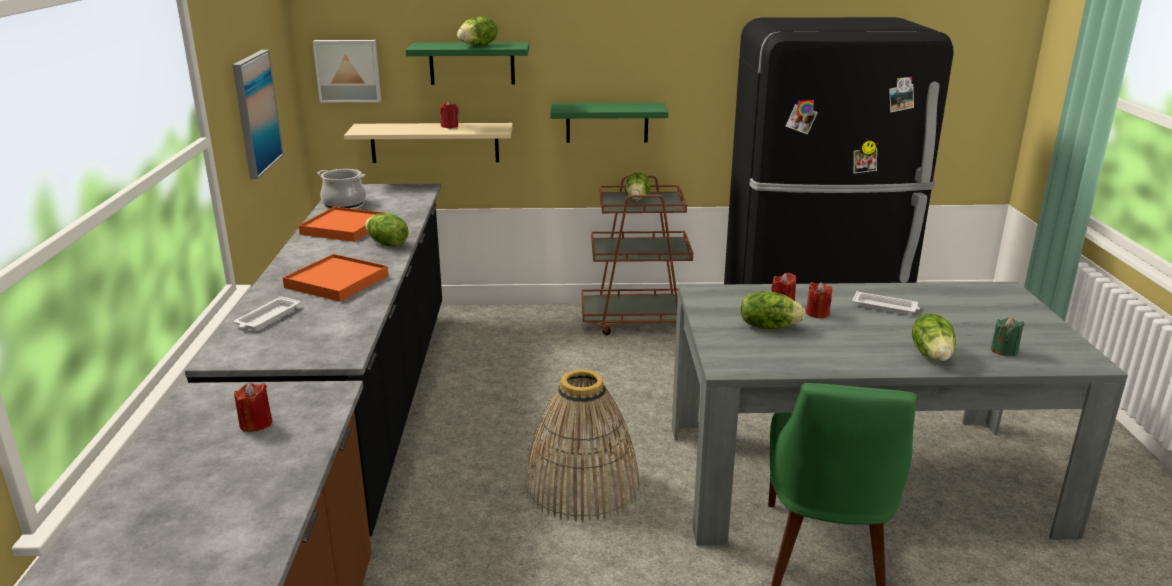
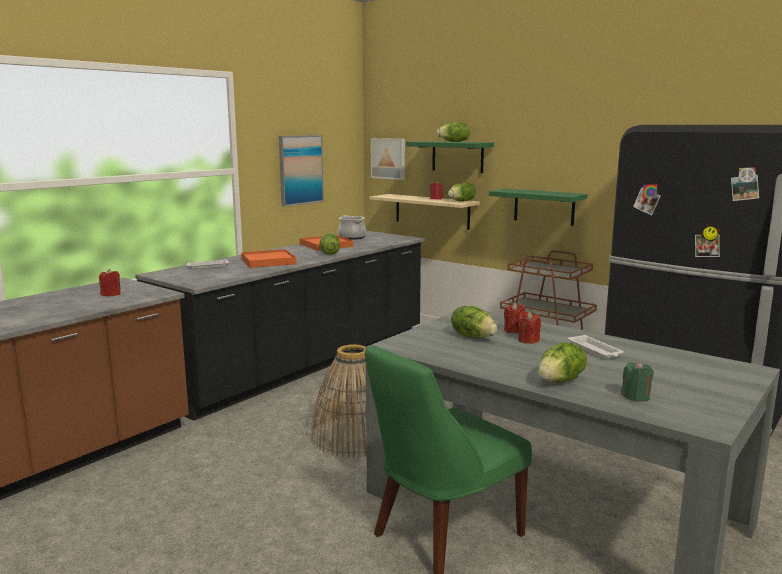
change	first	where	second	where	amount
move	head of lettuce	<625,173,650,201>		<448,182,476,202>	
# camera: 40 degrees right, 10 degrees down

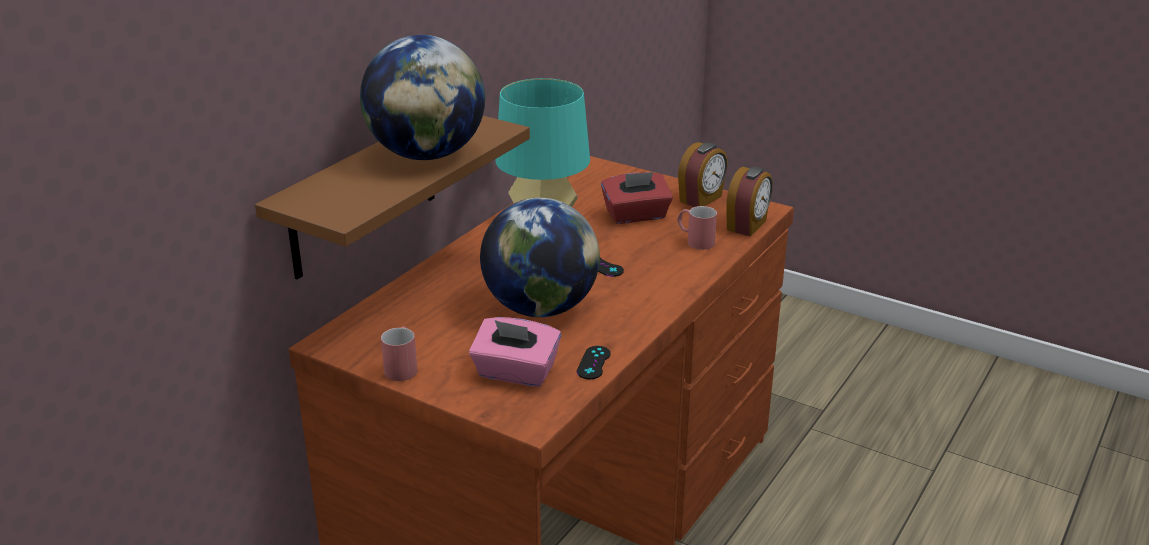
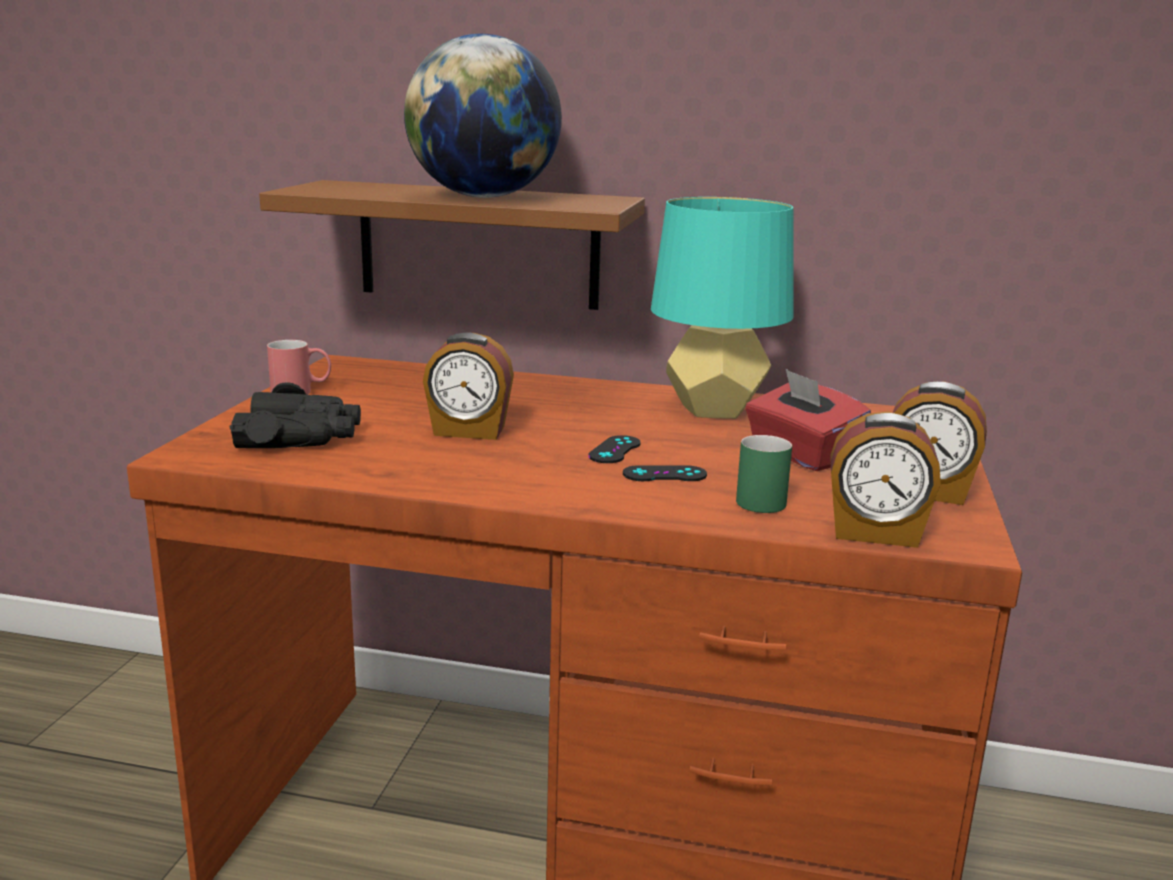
change	first	where	second	where	amount
replace	pink-coloured tissue holder	<469,317,561,387>	black binoculars	<230,382,361,448>	
replace	desk globe	<480,198,600,317>	alarm clock	<423,332,514,440>	
move	black game controller	<577,346,611,380>		<623,465,707,481>	
recolor	reddish coffee mug	<677,206,717,250>	green coffee mug	<736,435,792,513>	
# camera: 70 degrees right, 10 degrees down

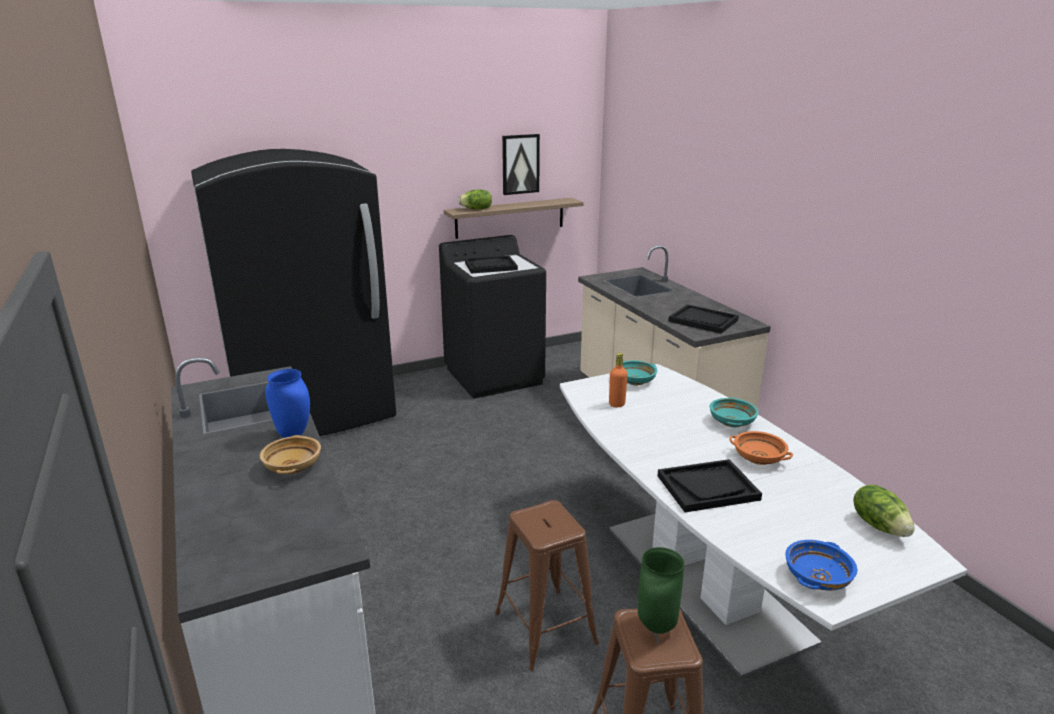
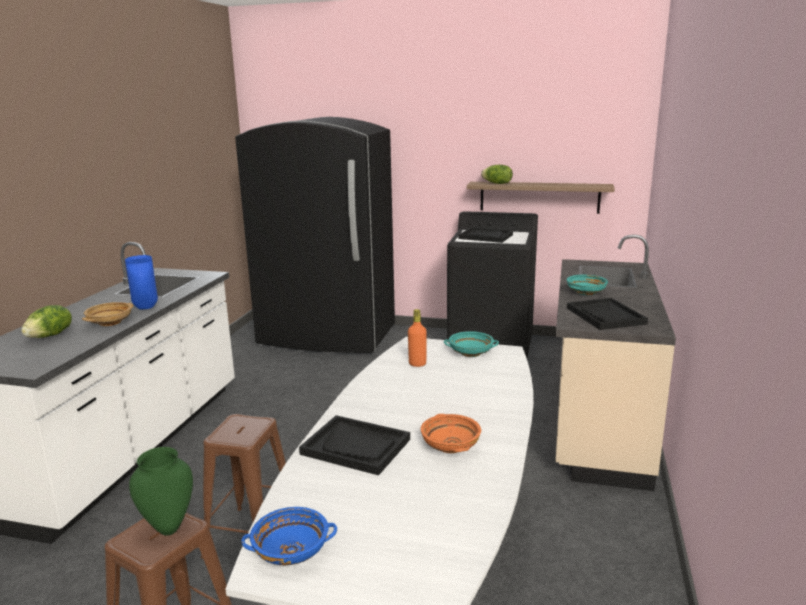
change	first	where	second	where	amount
delete	picture	<502,134,540,195>			
move	turquoise bowl	<710,397,759,427>		<567,275,608,295>	
move	head of lettuce	<853,485,915,537>		<21,305,72,338>	
# camera: 40 degrees right, 5 degrees down

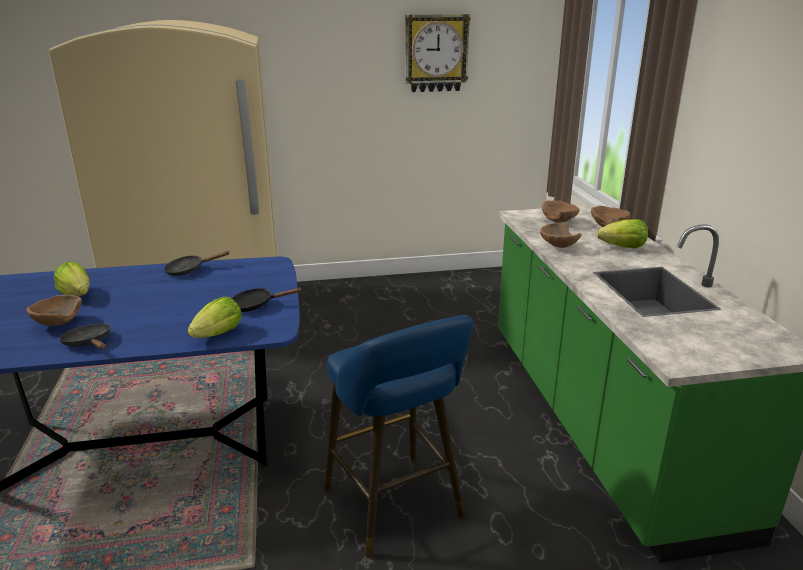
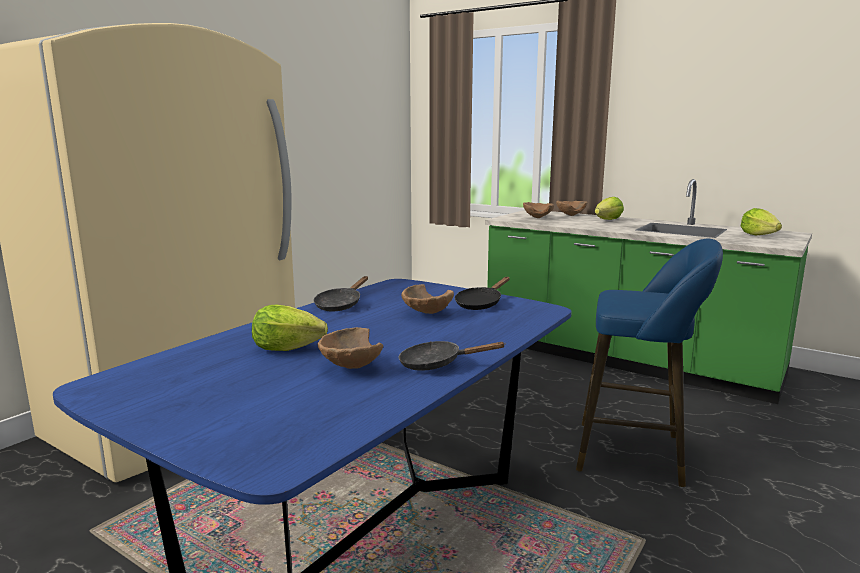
change	first	where	second	where	amount
move	head of lettuce	<188,297,242,338>		<740,208,782,236>	
delete	clock on the wall	<405,14,471,92>			
move	brown-coloured bowl	<540,223,582,248>		<401,284,454,314>	
# camera: 45 degrees left, 10 degrees down

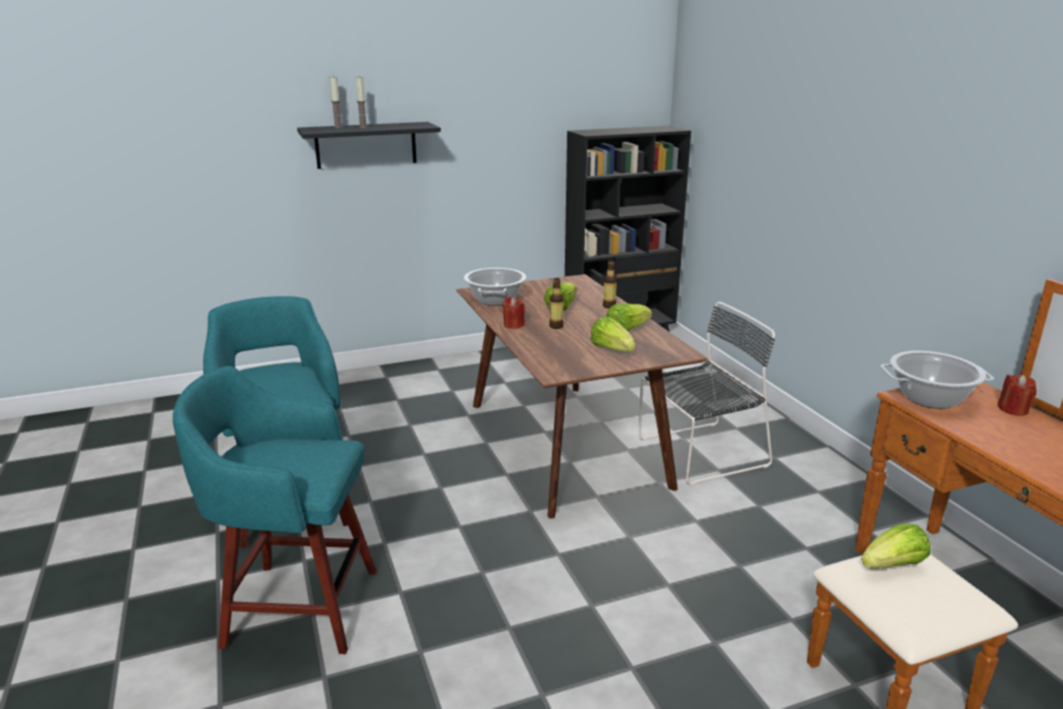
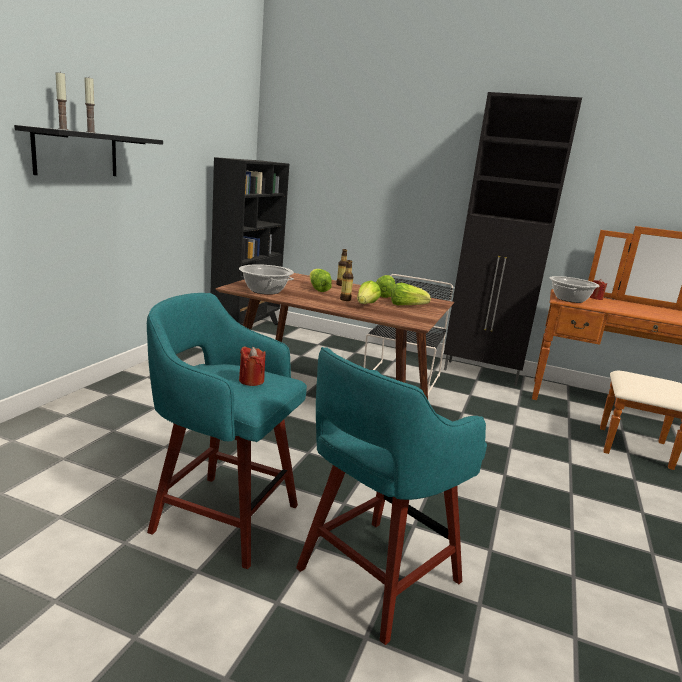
change	first	where	second	where	amount
move	reddish candle	<502,297,525,329>		<239,346,266,386>	
move	head of lettuce	<861,523,931,569>		<357,280,381,304>	
insert			black cupboard	<444,92,582,386>	
# camera: 50 degrees left, 5 degrees down

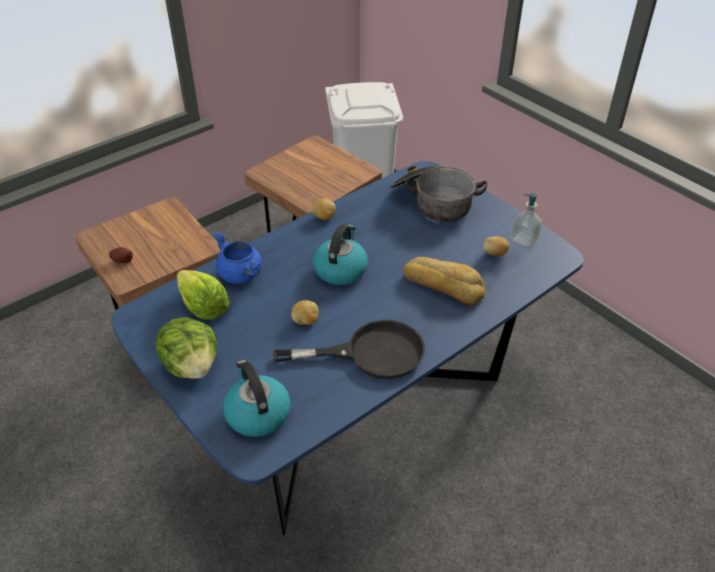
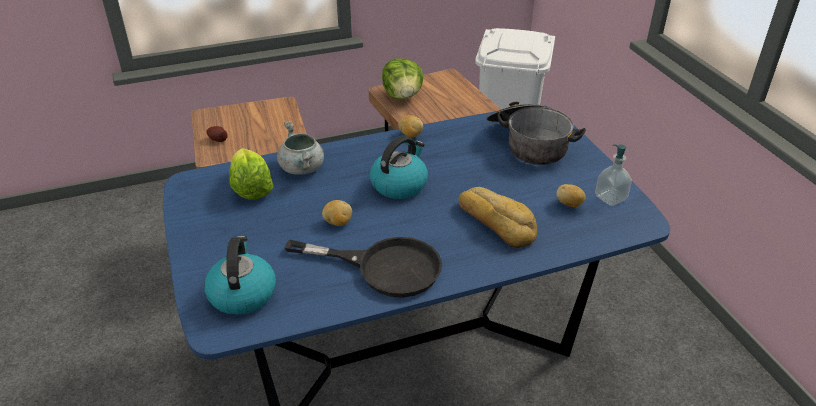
change	first	where	second	where	amount
move	head of lettuce	<156,317,217,379>		<382,58,423,99>	
recolor	blue saucepot	<213,232,262,283>	greyish saucepot	<277,121,324,175>	
# camera: 20 degrees right, 5 degrees down

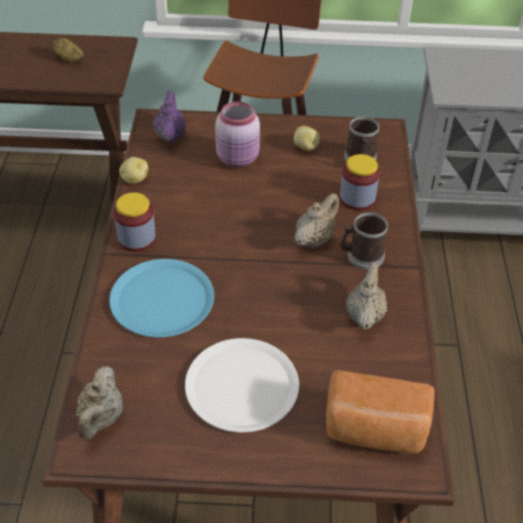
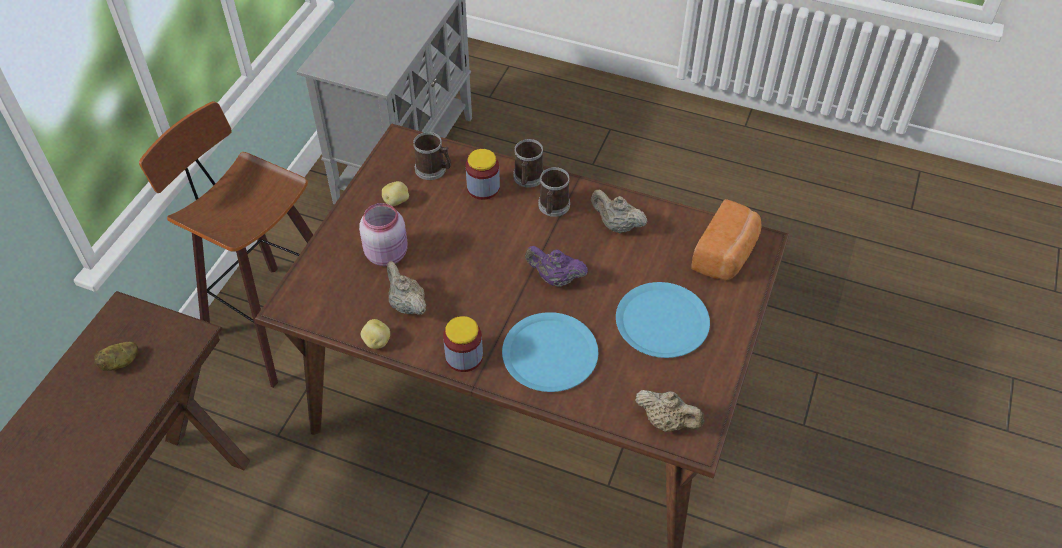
change	first	where	second	where	amount
move	purplish teapot	<153,91,186,142>		<525,246,588,287>	
recolor	white flat dish	<185,338,299,432>	blue flat dish	<616,282,710,358>	
move	sand-coloured teapot	<295,193,339,248>		<387,261,426,315>	
insert			coffee mug	<513,139,544,188>	
# camera: 70 degrees left, 5 degrees up

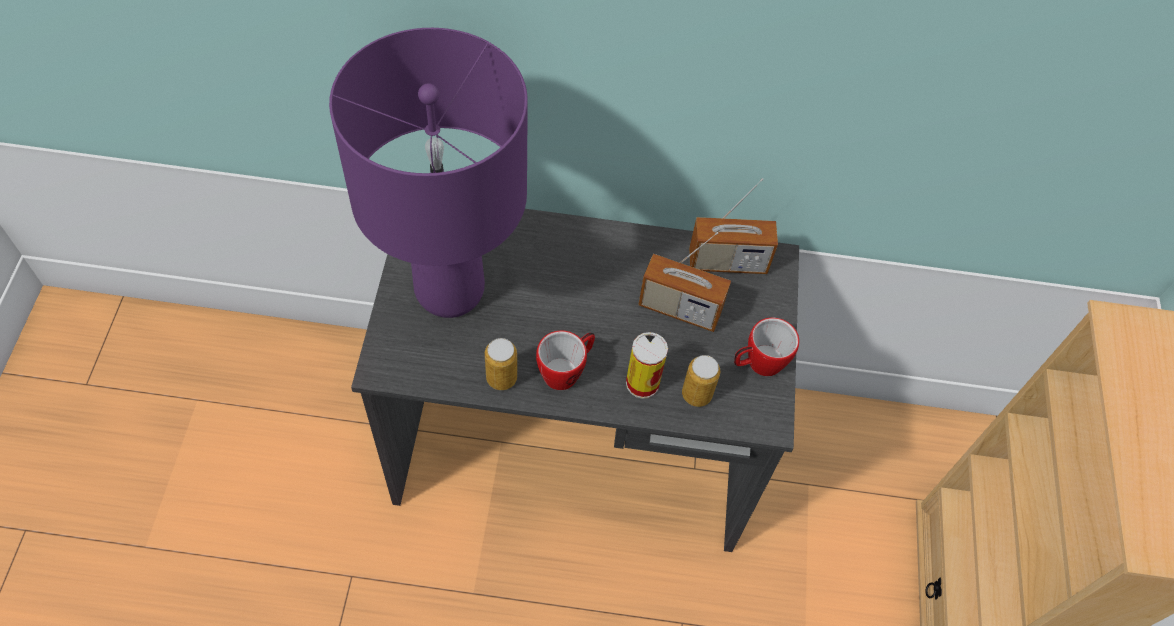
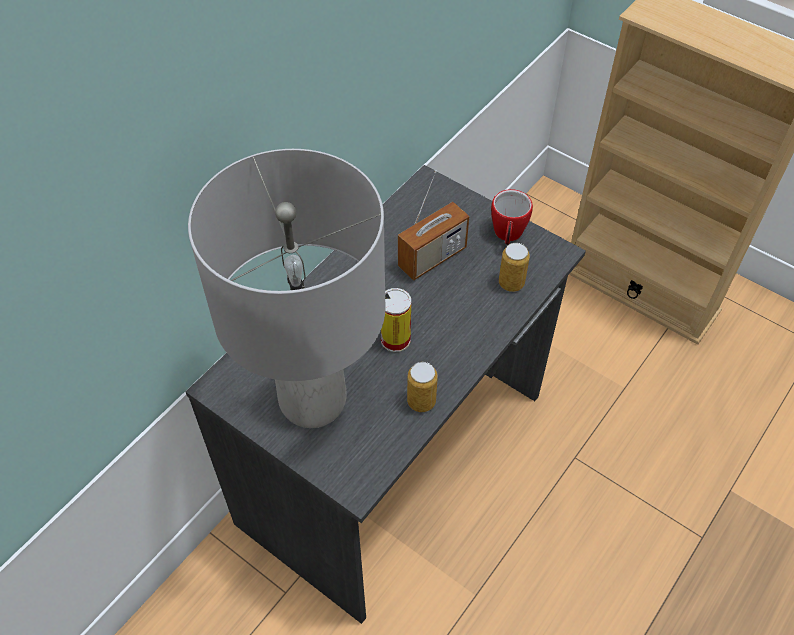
change	first	where	second	where	amount
recolor	purplish tabletop lamp	<329,28,528,318>	greyish tabletop lamp	<188,149,385,428>	
delete	coffee mug	<536,331,595,390>			
move	sealed can	<626,332,668,399>		<381,288,411,352>	
delete	radio receiver	<689,178,778,274>			
# camera: 55 degrees left, 5 degrees down

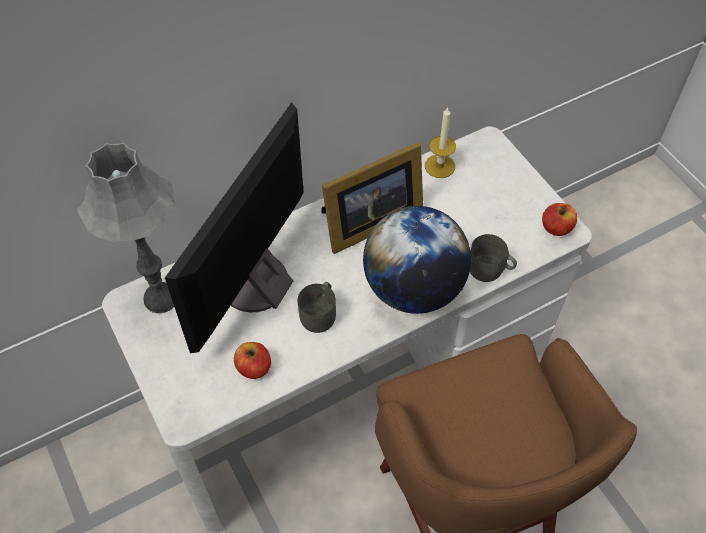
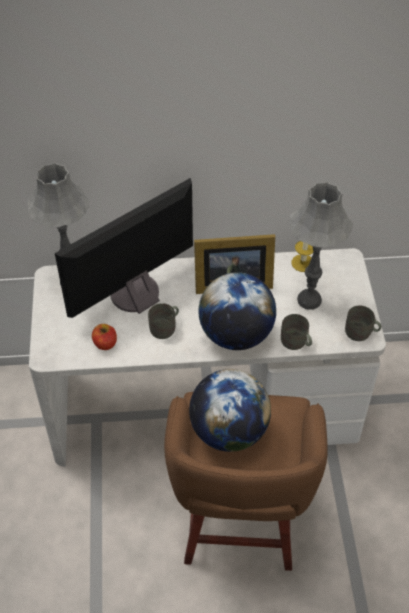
change	first	where	second	where	amount
replace	apple	<542,203,577,236>	greyish coffee mug	<345,305,381,341>	
insert			desk globe	<189,369,271,452>	
insert			greyish tabletop lamp	<290,182,353,310>	
# camera: 25 degrees right, 5 degrees down

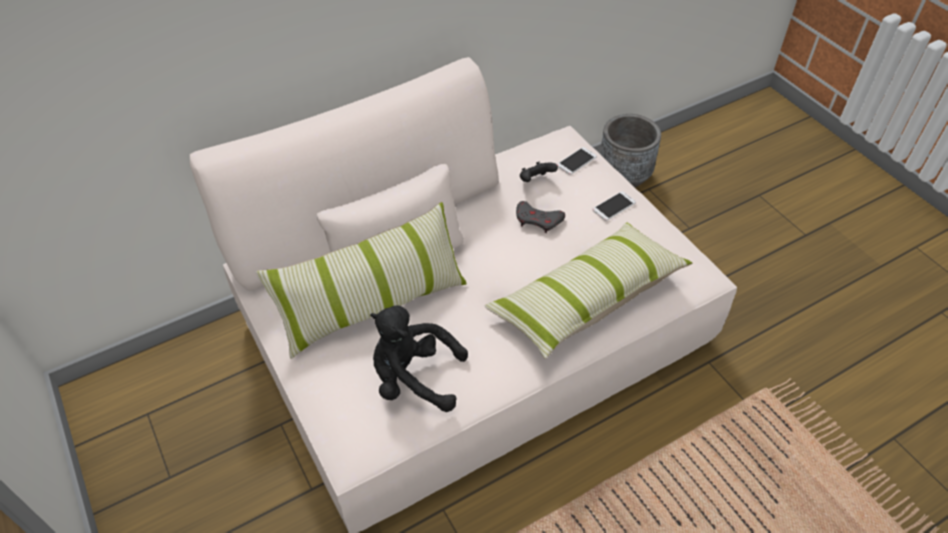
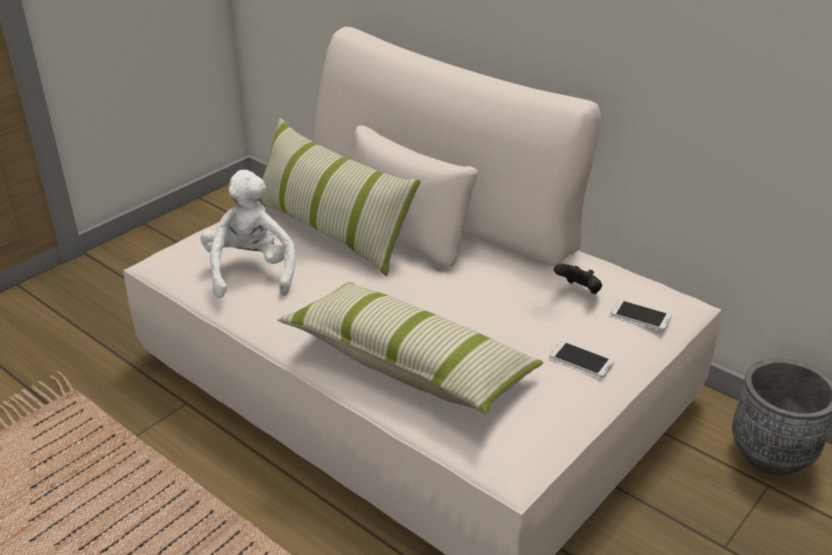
change	first	where	second	where	amount
recolor	black cuddly toy	<370,306,468,412>	white cuddly toy	<201,170,296,298>	
delete	greyish game controller	<516,201,565,233>			
# camera: 70 degrees right, 15 degrees down

